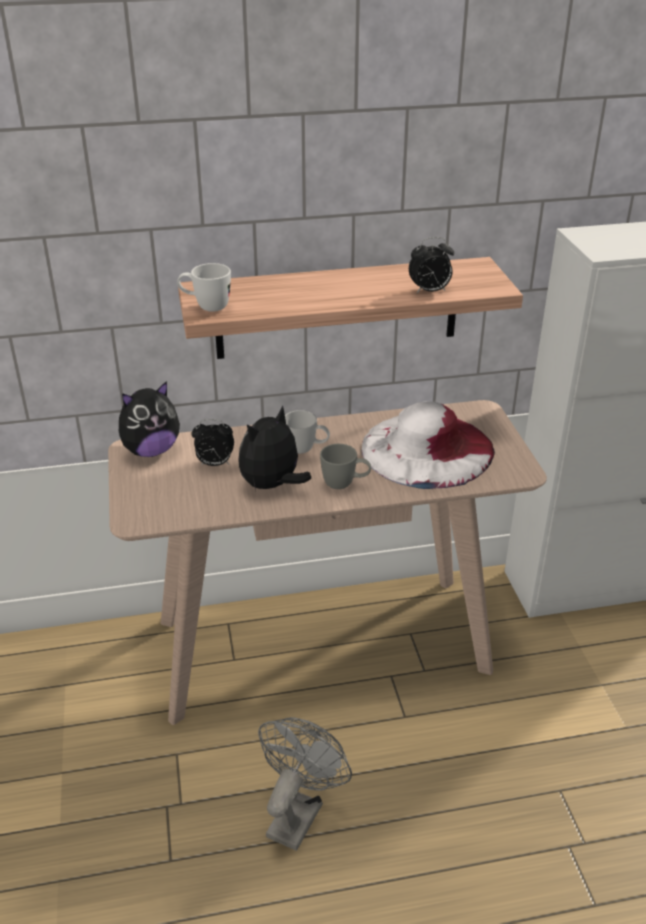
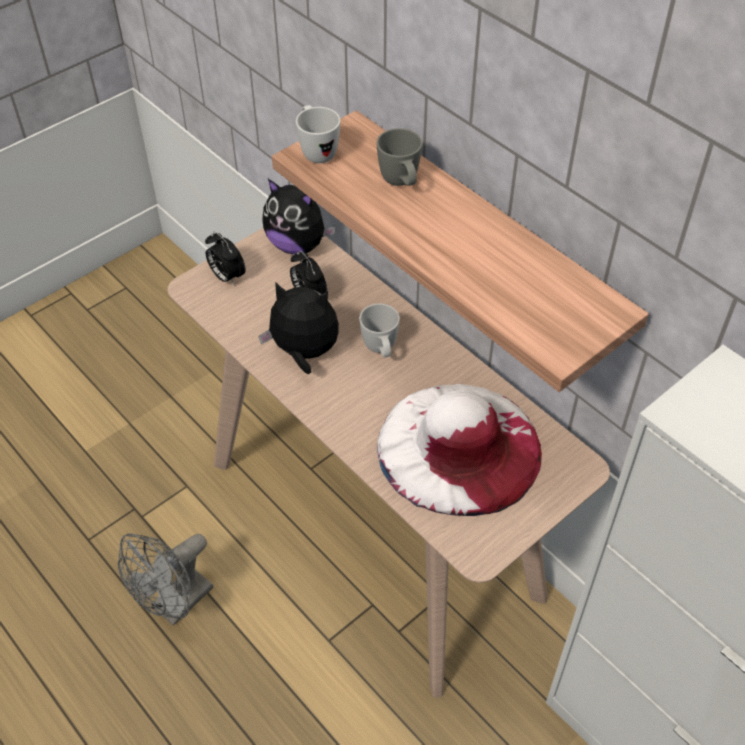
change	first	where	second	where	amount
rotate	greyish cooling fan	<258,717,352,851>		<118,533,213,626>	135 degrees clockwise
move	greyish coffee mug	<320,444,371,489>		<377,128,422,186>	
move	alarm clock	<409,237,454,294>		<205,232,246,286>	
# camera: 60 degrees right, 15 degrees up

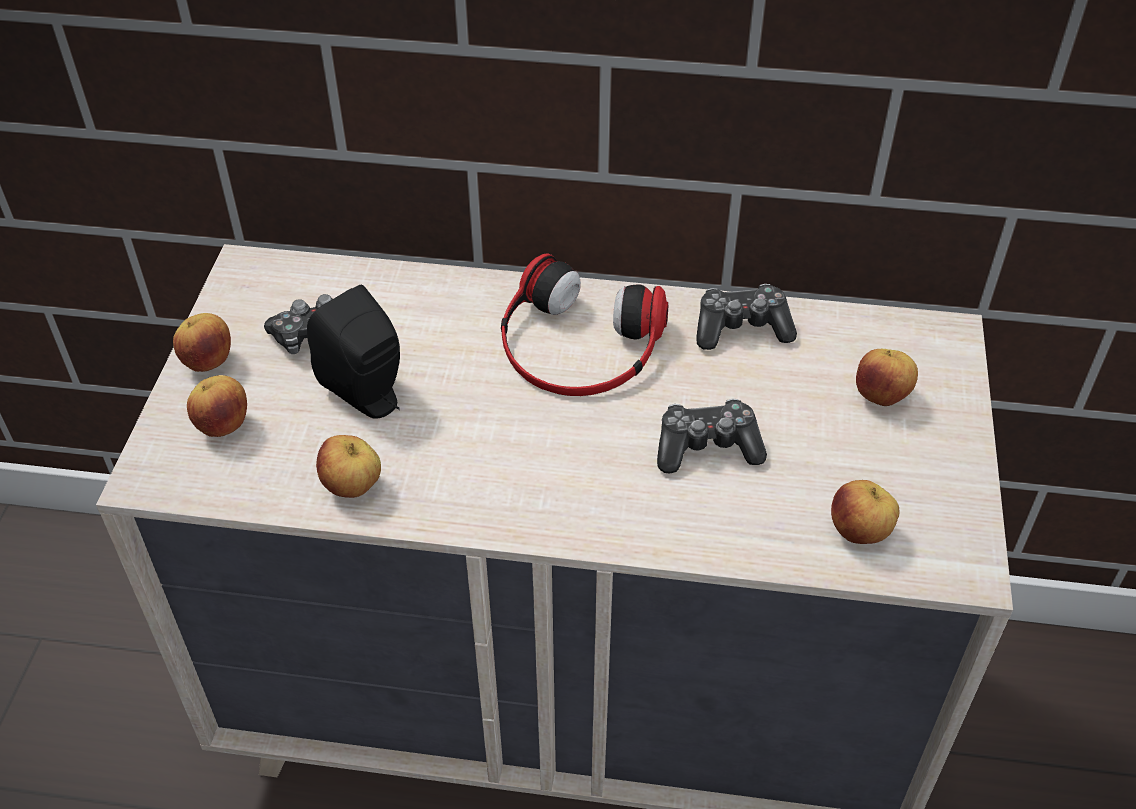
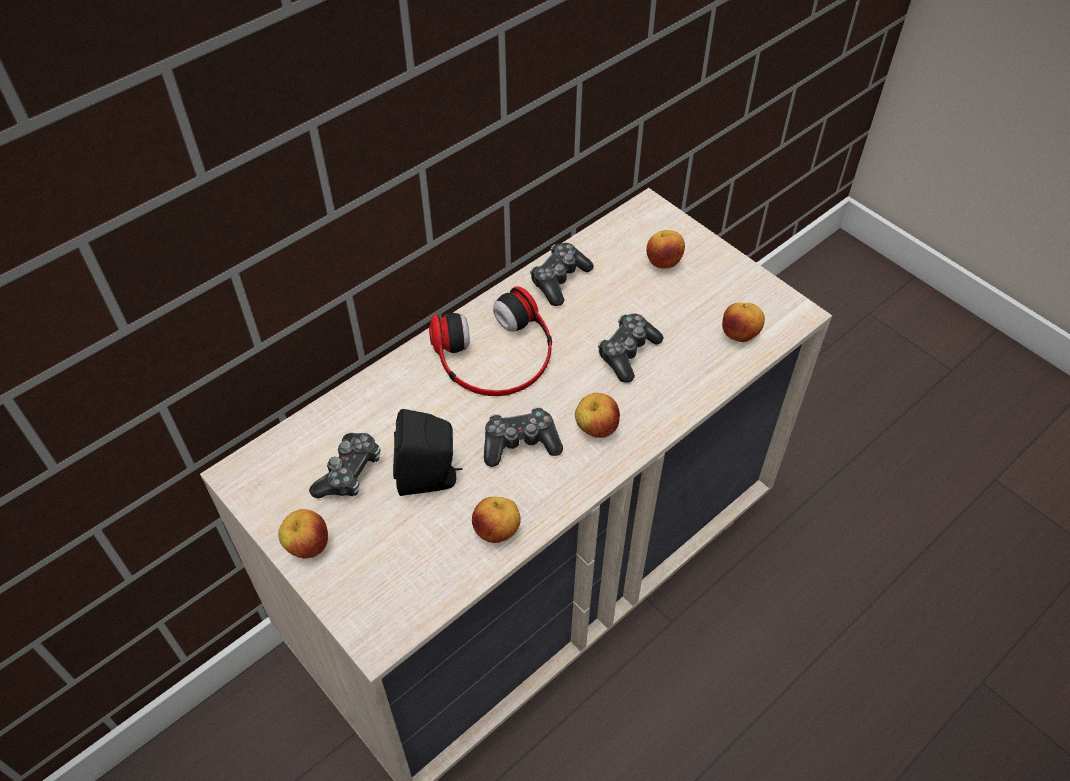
change	first	where	second	where	amount
move	apple	<187,375,247,437>		<575,393,620,438>	
insert			game controller	<484,407,563,467>	
# camera: 50 degrees left, 5 degrees up

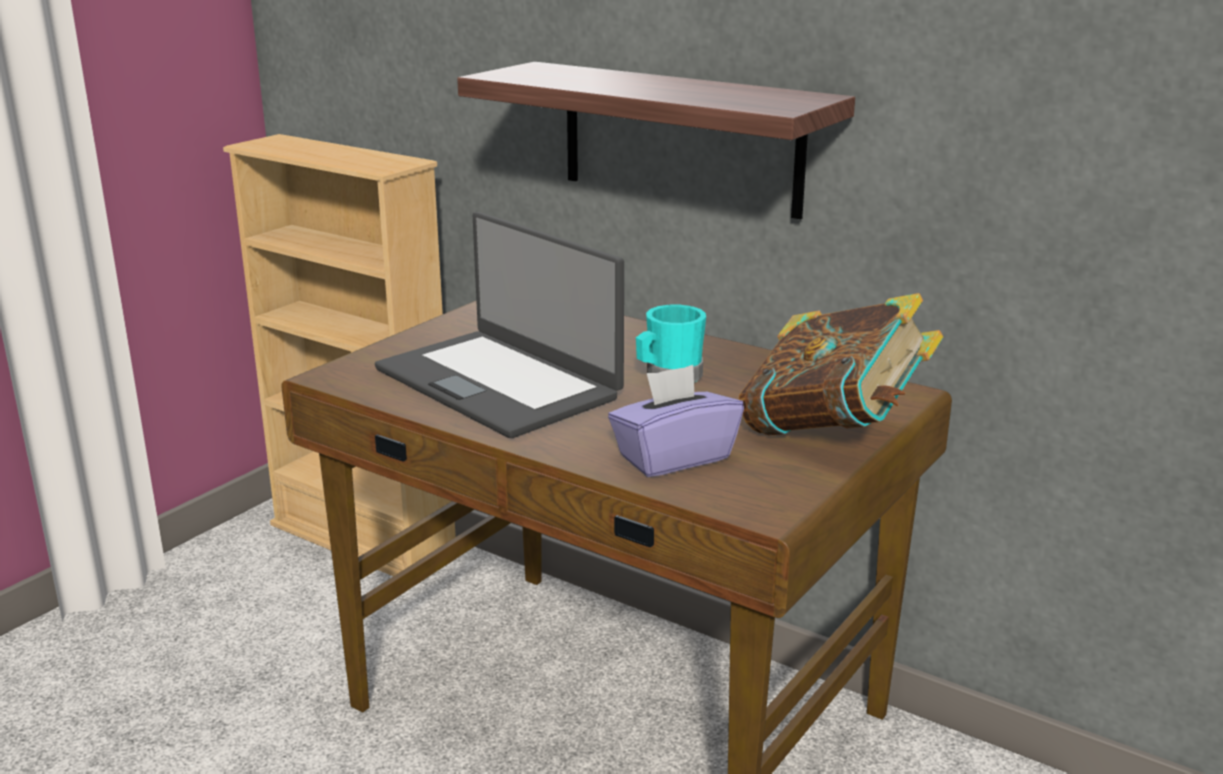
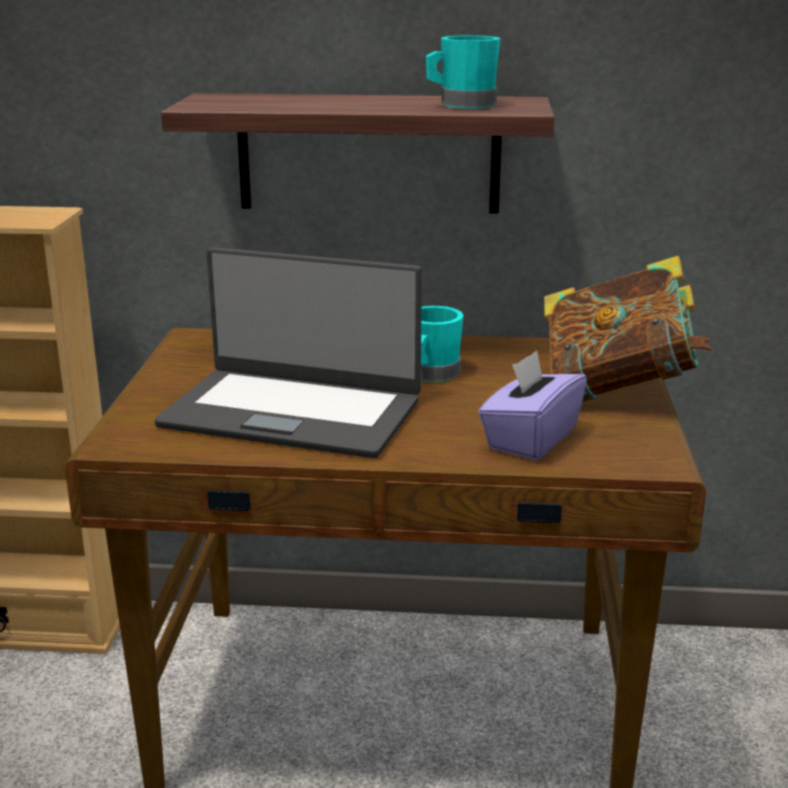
change	first	where	second	where	amount
insert			turquoise coffee mug	<426,35,500,109>	
# camera: 30 degrees left, 0 degrees up

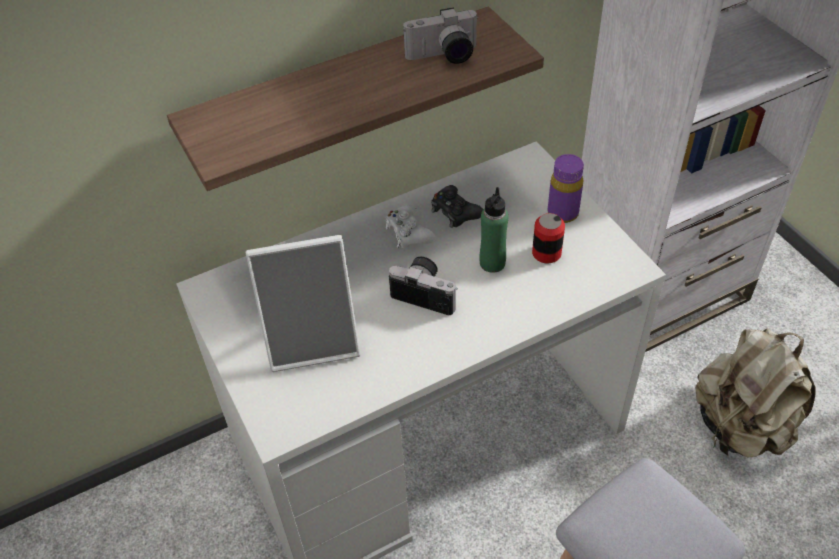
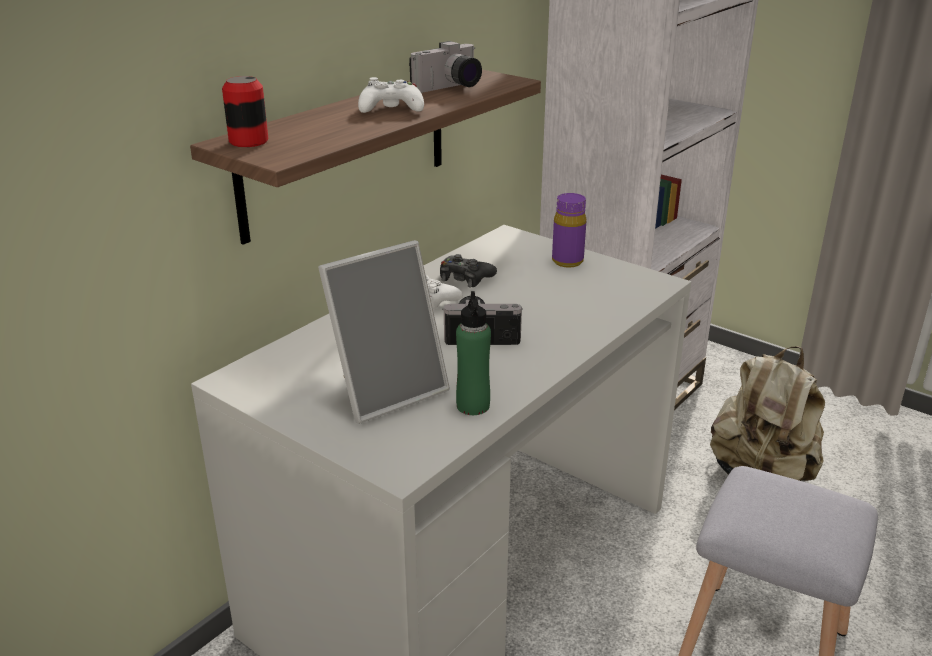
change	first	where	second	where	amount
move	green beverage bottle	<479,187,508,273>		<456,291,491,415>	
move	sealed can	<532,213,565,263>		<222,76,268,147>	
insert			white game controller	<358,77,424,113>	
# camera: 25 degrees left, 20 degrees down

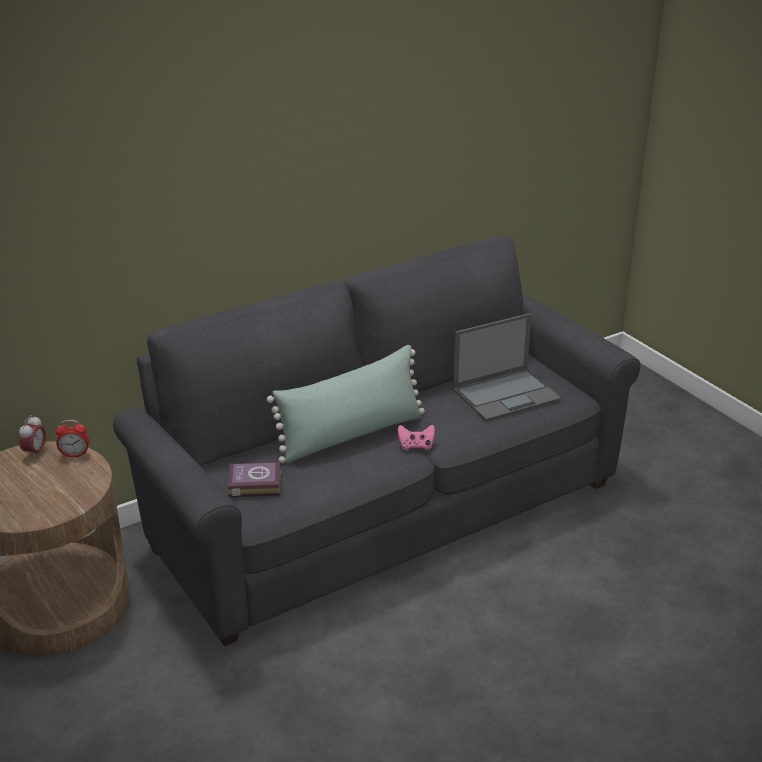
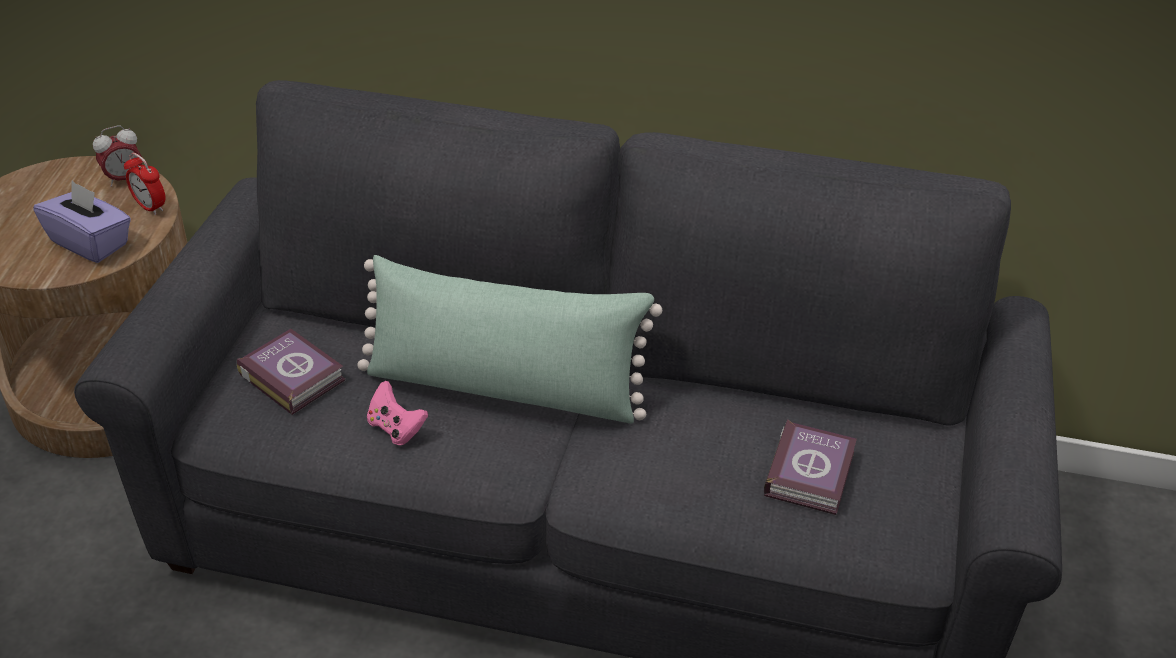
change	first	where	second	where	amount
move	pink-coloured game controller	<398,425,435,450>		<367,381,428,445>	
replace	portable computer	<453,313,561,421>	volume	<764,420,857,515>	
insert			purplish tissue holder	<34,181,131,263>	
# camera: 45 degrees right, 10 degrees up

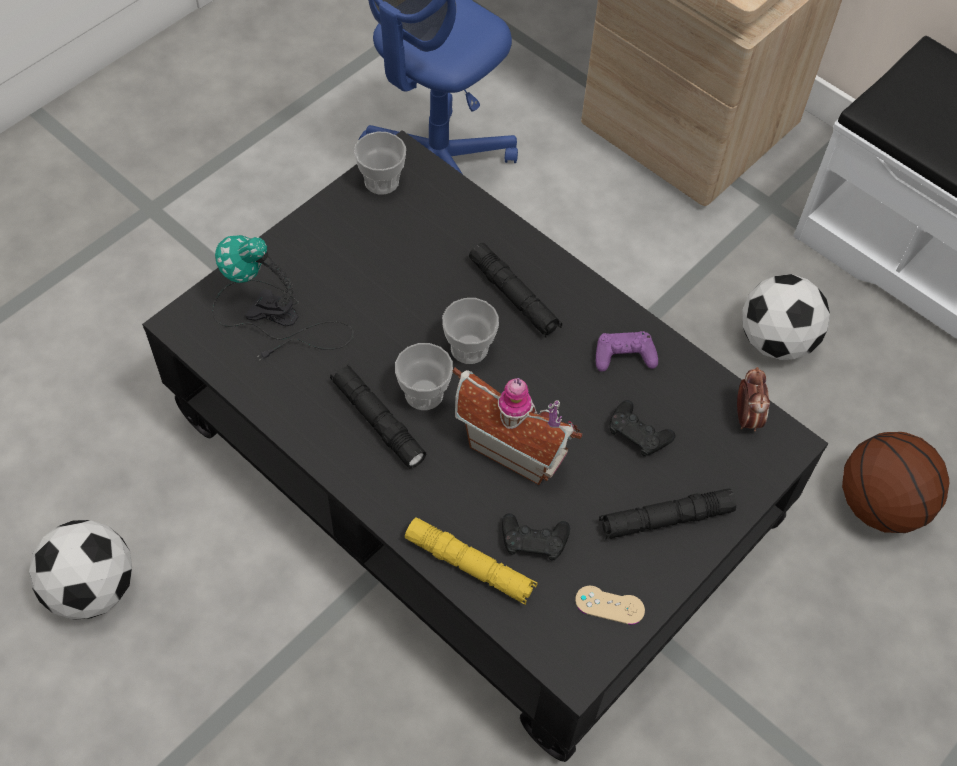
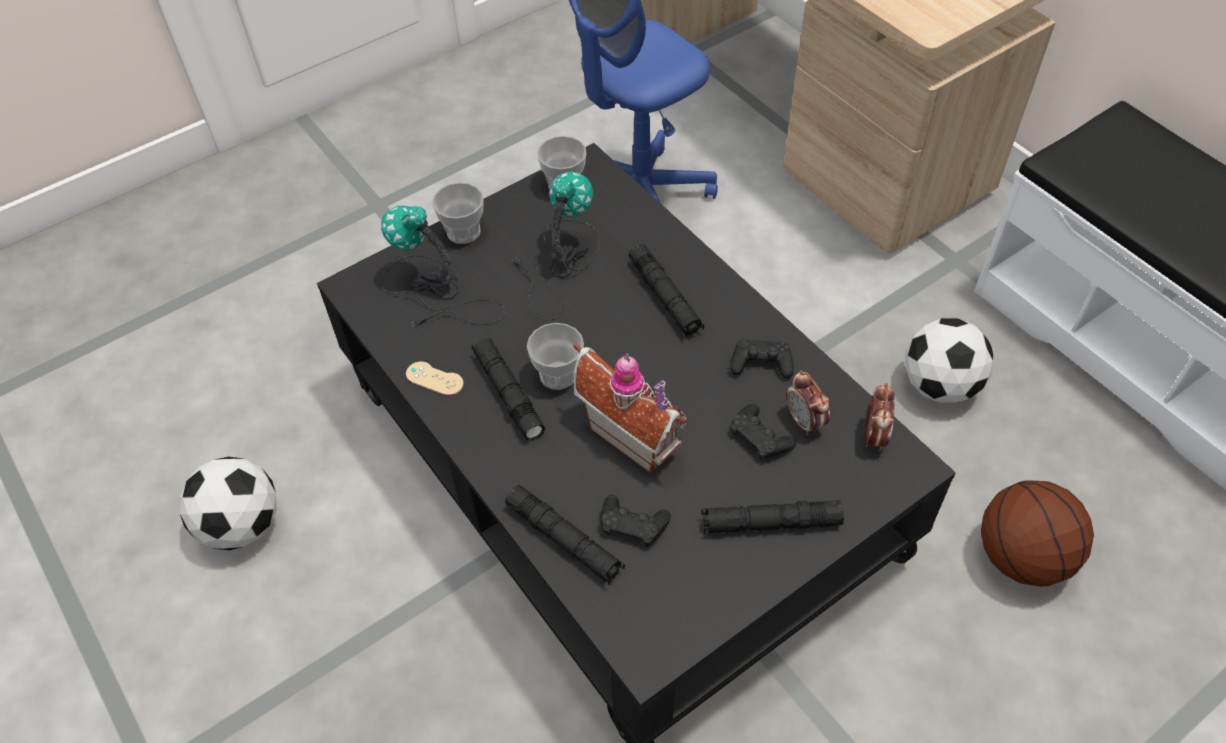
change	first	where	second	where	amount
recolor	yellow-coloured hand torch	<405,517,537,605>	black hand torch	<505,485,625,585>	
move	drinking cup	<442,298,499,364>		<432,182,484,244>	
move	sand-coloured game controller	<575,586,645,625>		<406,362,464,396>	
recolor	purplish game controller	<596,331,658,372>	black game controller	<730,339,794,379>	
insert			tabletop lamp	<512,171,600,321>	
insert			alarm clock	<786,371,830,435>	
# camera: 15 degrees right, 5 degrees down

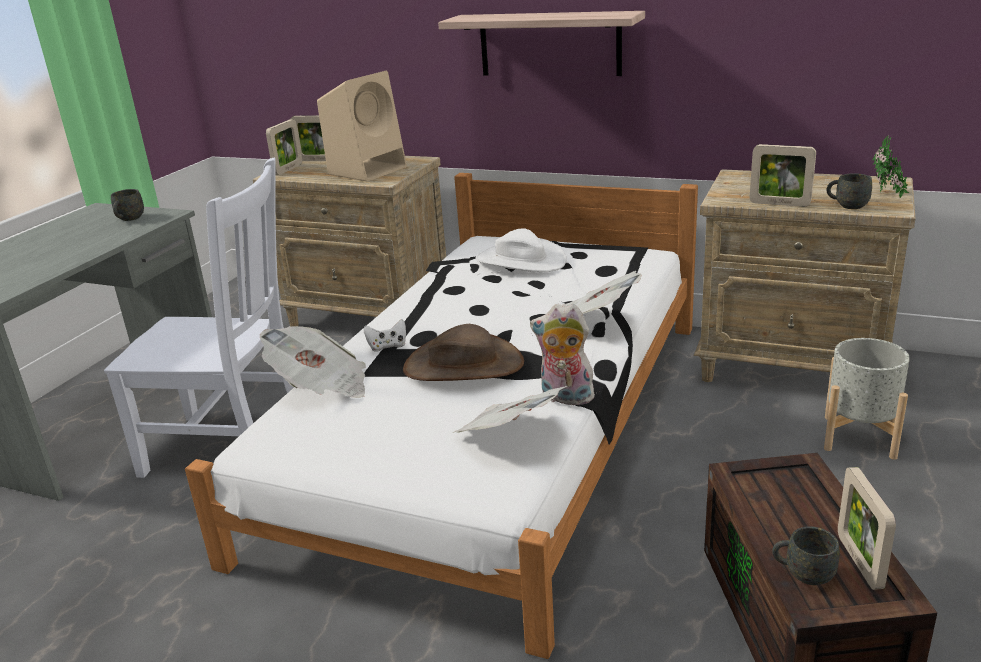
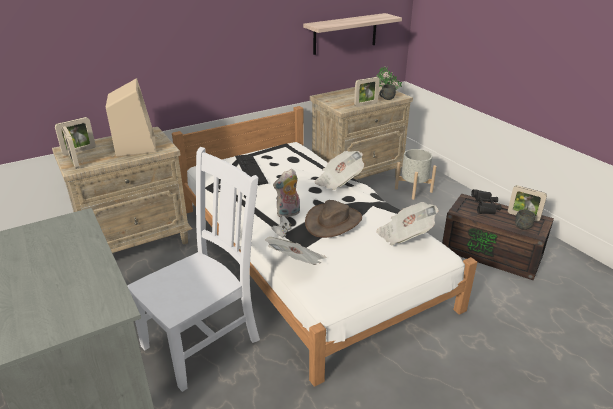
change	first	where	second	where	amount
delete	greyish coffee mug	<111,189,144,221>			
move	wall shelf	<438,11,645,76>		<303,13,402,55>	
replace	white hat	<475,228,567,272>	keyboard	<235,154,269,185>	
move	cuddly toy	<530,304,595,405>		<273,169,300,218>	
insert			black binoculars	<471,189,502,214>	
# camera: 55 degrees left, 5 degrees up

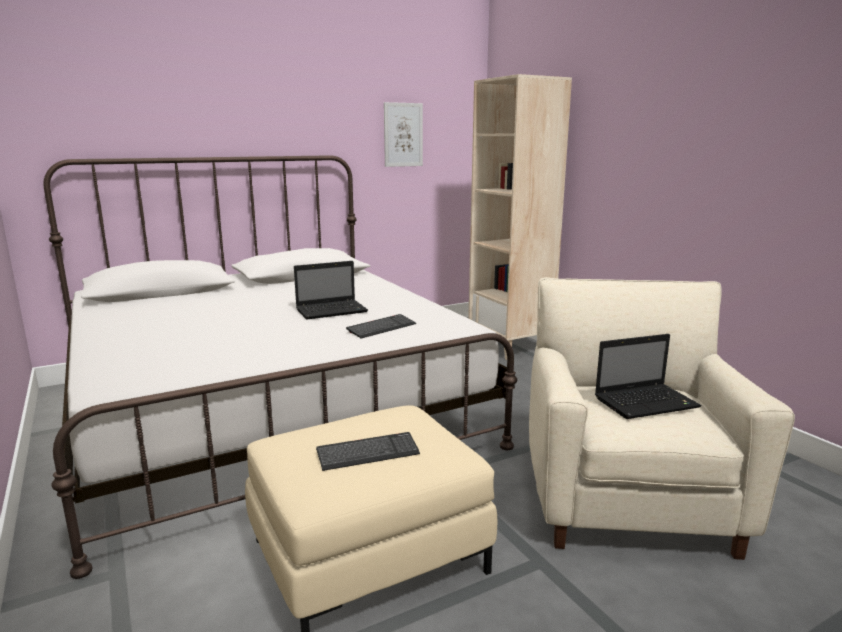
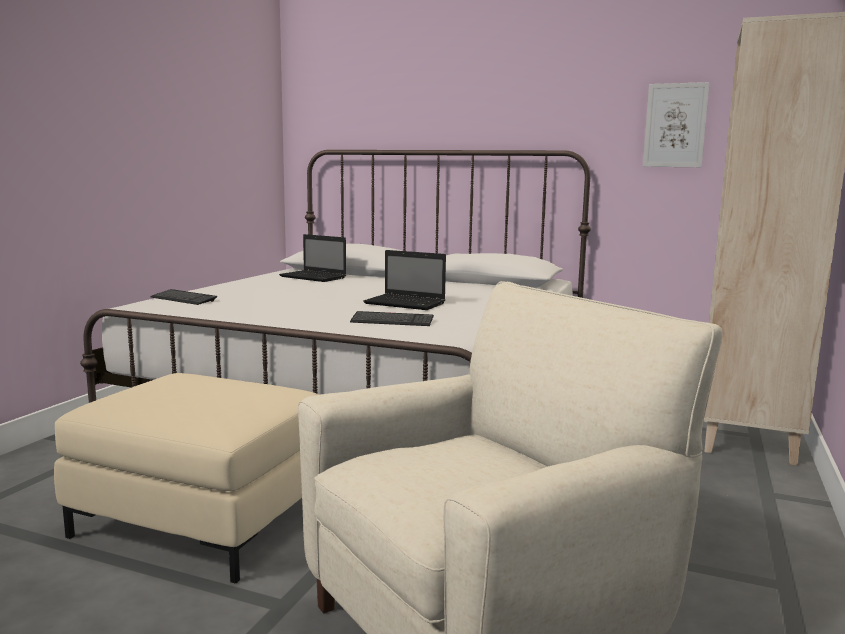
change	first	where	second	where	amount
move	keyboard	<316,432,420,471>		<151,289,217,305>	
move	portable computer	<595,334,702,419>		<279,234,346,282>	
# camera: 50 degrees right, 5 degrees down

